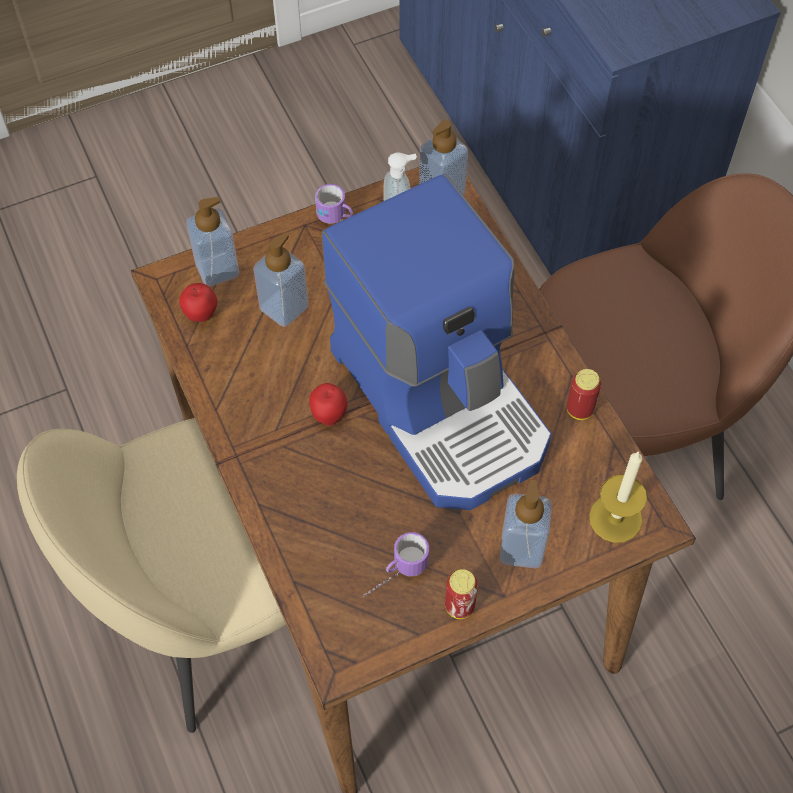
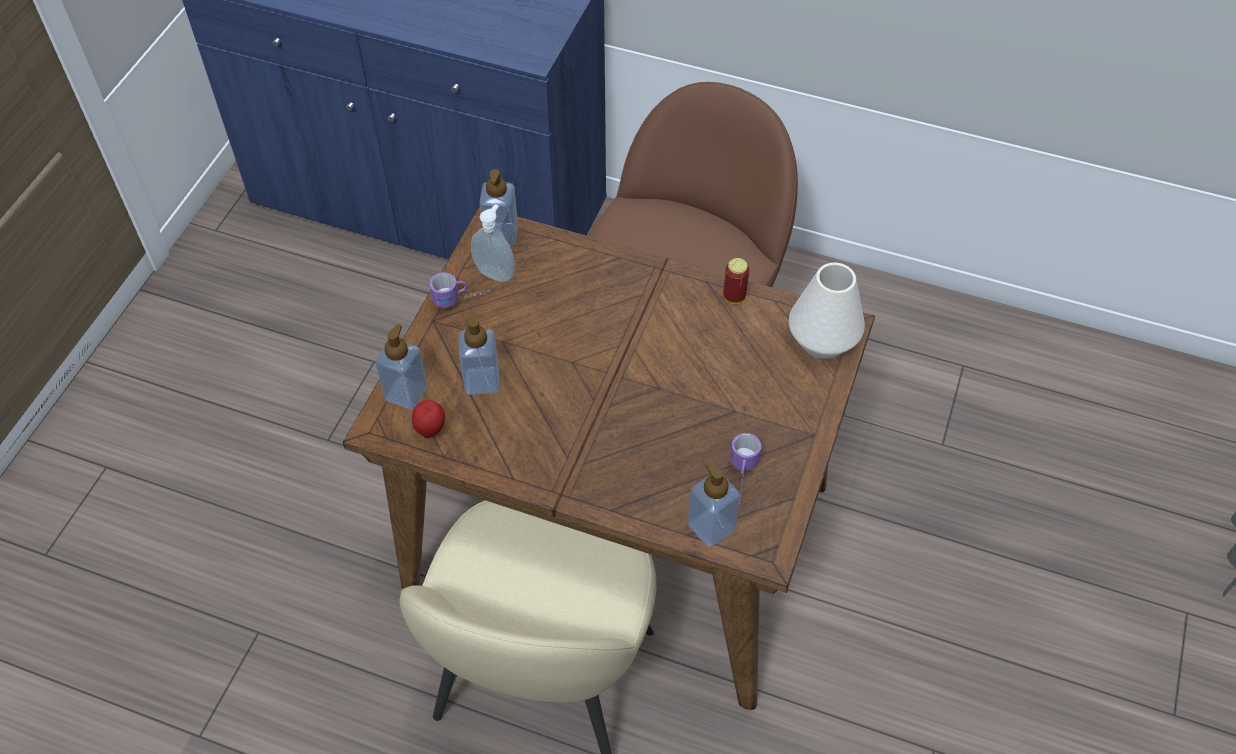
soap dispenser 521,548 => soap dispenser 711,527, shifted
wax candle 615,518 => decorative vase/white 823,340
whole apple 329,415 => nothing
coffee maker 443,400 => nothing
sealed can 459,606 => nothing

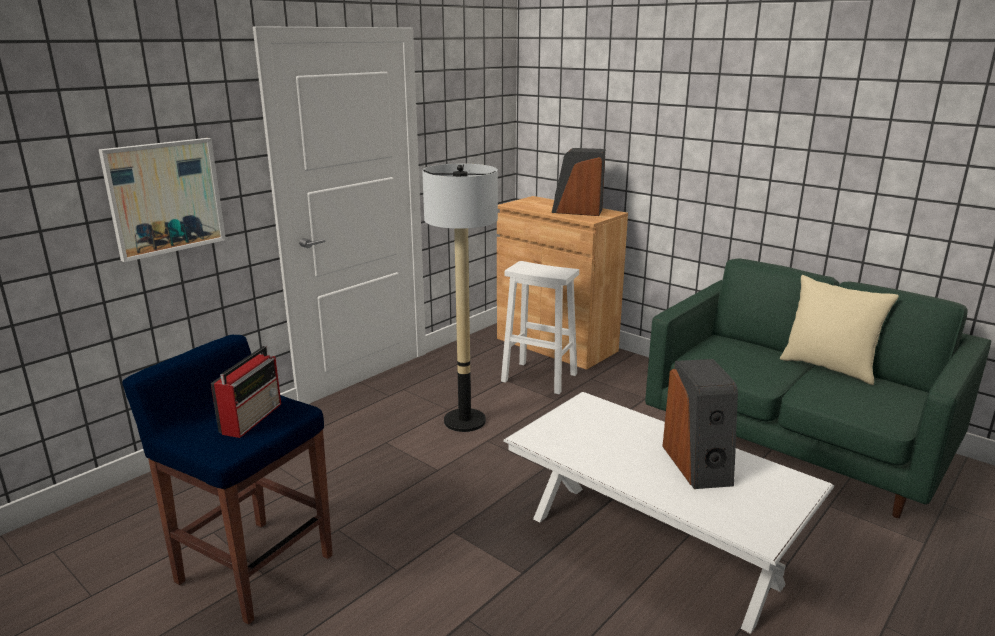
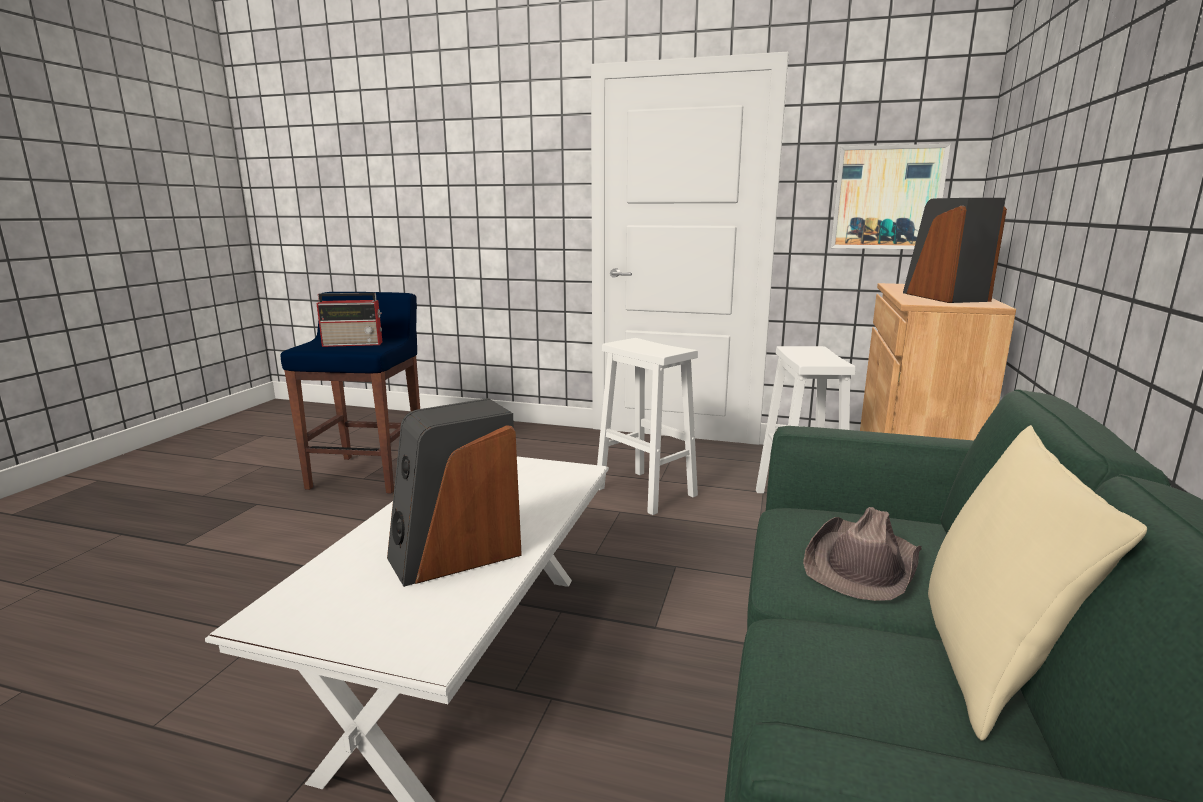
standing lamp 465,421 => sitting stool/white 647,492
nothing => hat/brown-coloured 863,564
wall art 165,197 => wall art 887,198, shifted

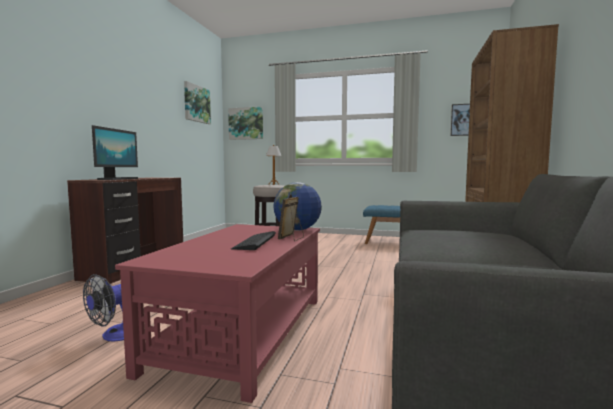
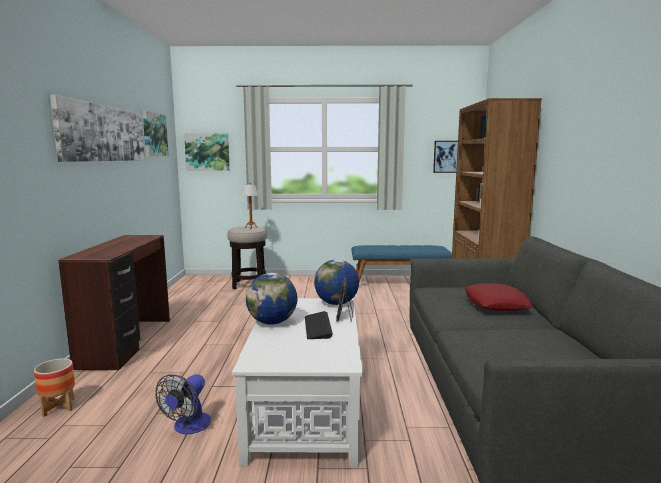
nothing => flower pot 58,407
nothing => wall art 104,133
lounge table/reddish 242,332 => lounge table/white 305,406
nothing => world globe 272,322
nothing => pillow/reddish 496,304
computer screen 117,179 => nothing

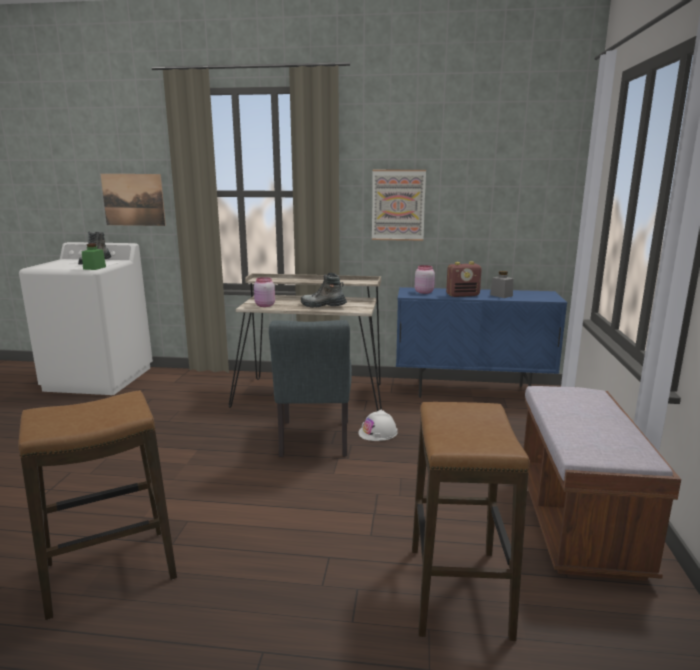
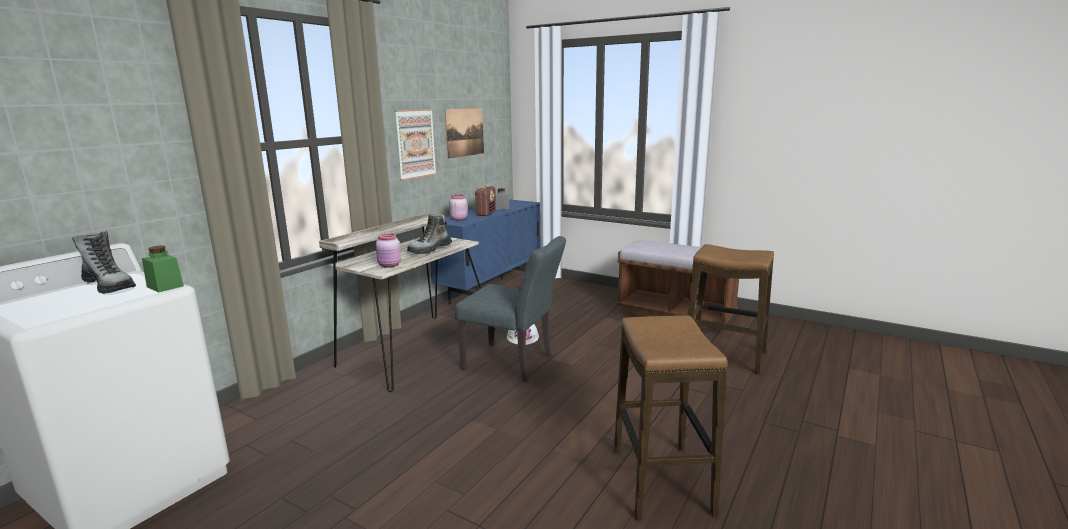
wall art 133,199 => wall art 464,132, shifted

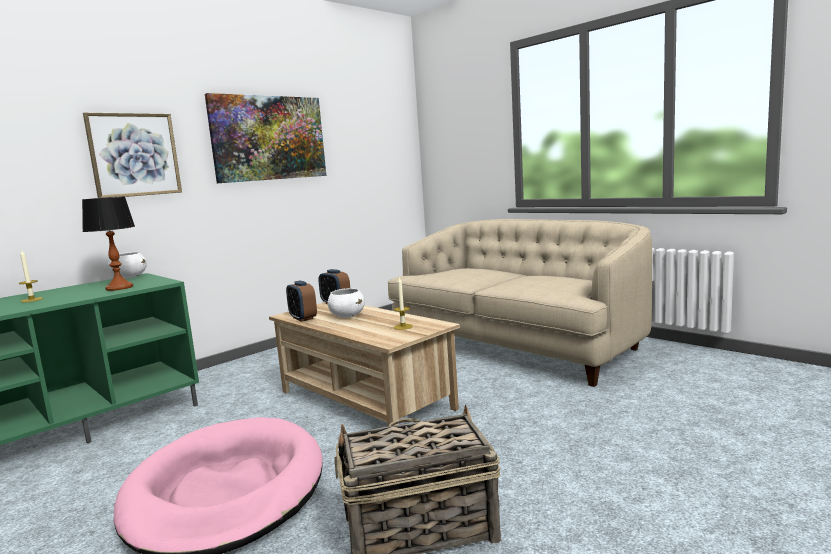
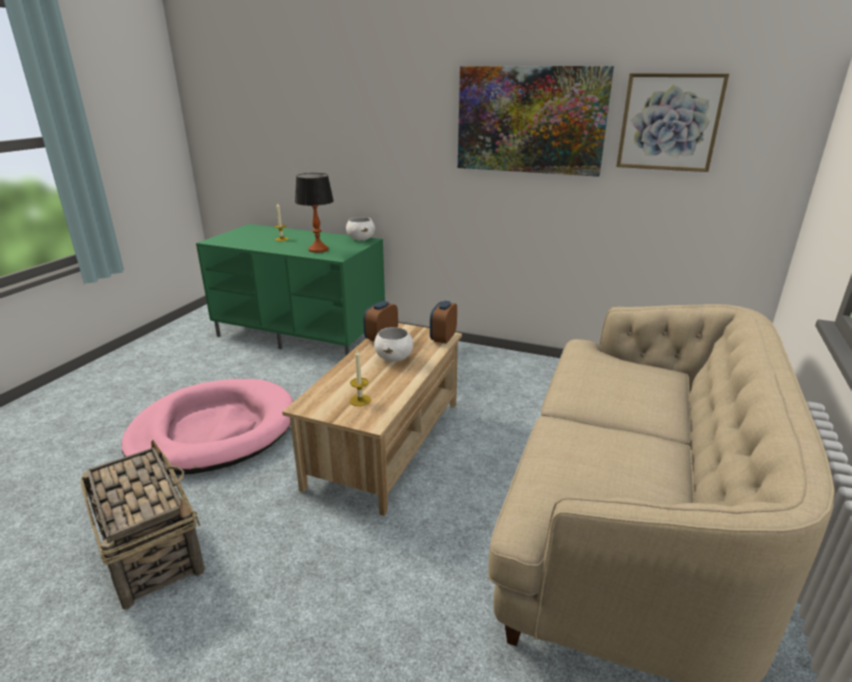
wall art 134,155 => wall art 669,122, shifted

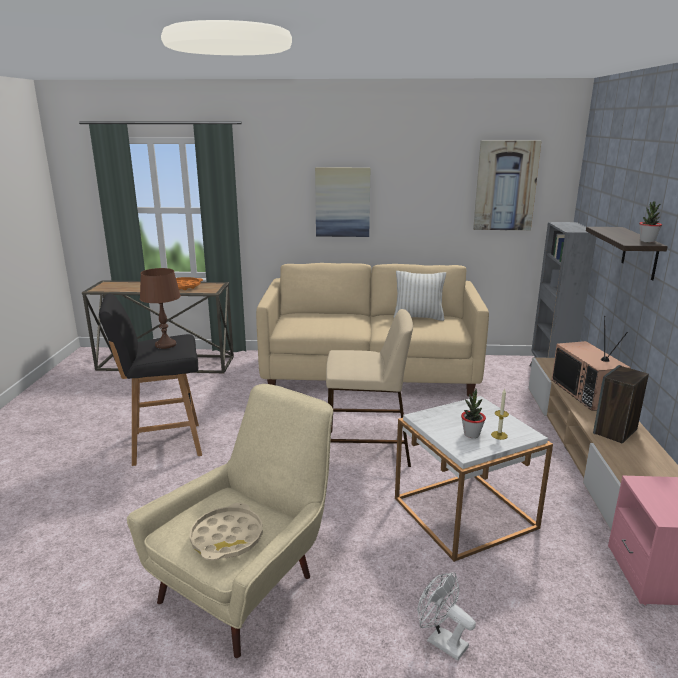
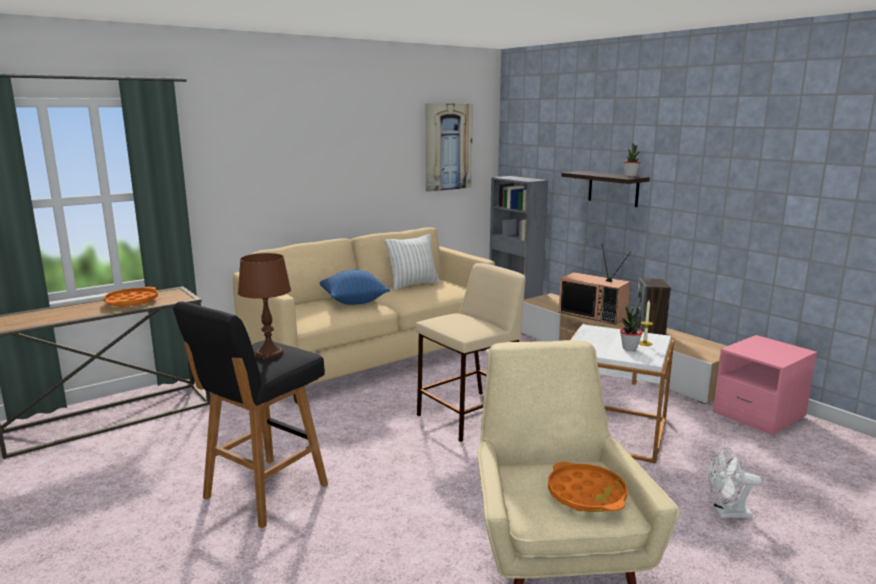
nothing => pillow/bluish 354,301
carrying tray/sand-coloured 227,538 => carrying tray/orange 586,494
wall art 342,202 => nothing

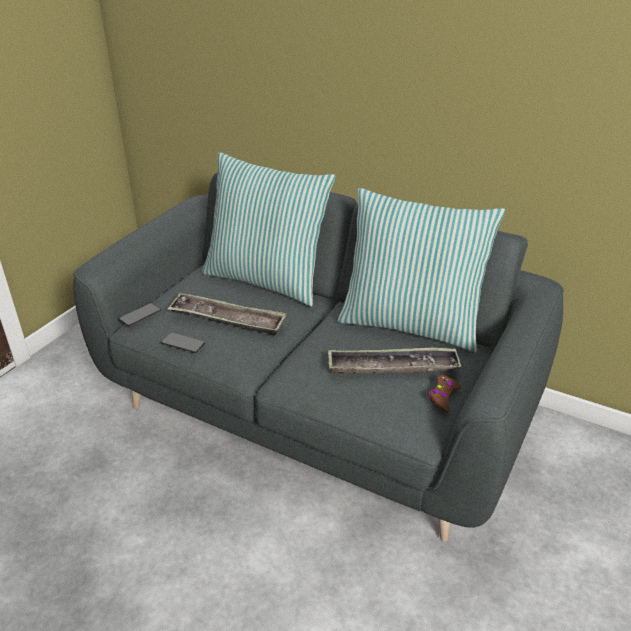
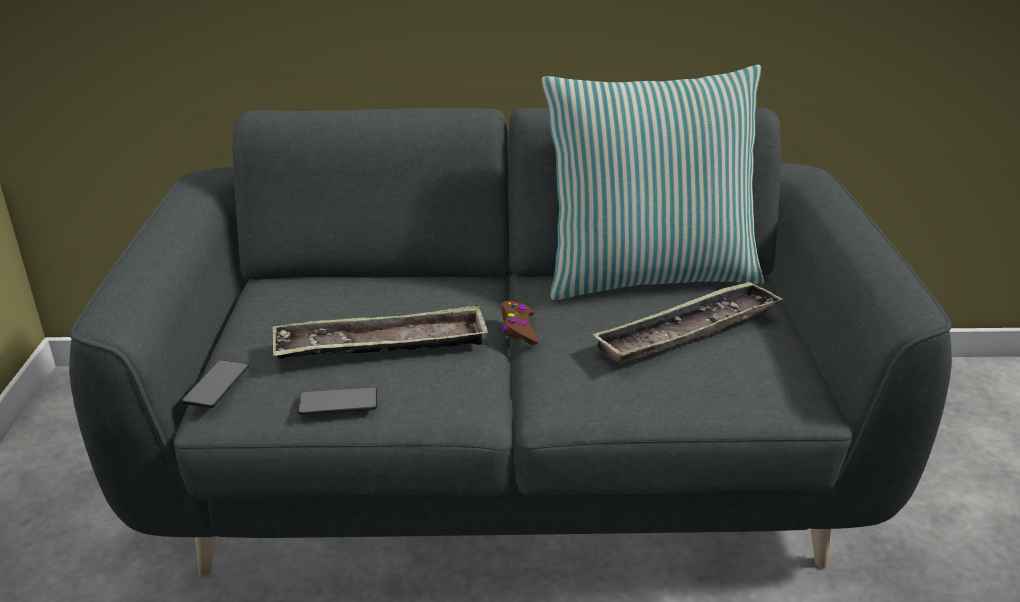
gamepad/brown-coloured 443,397 => gamepad/brown-coloured 519,329, shifted
pillow 267,279 => nothing

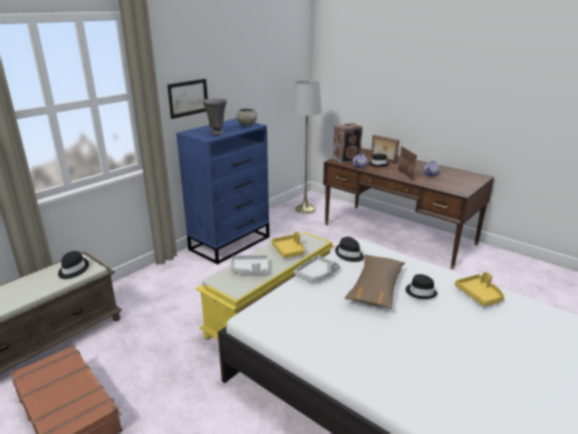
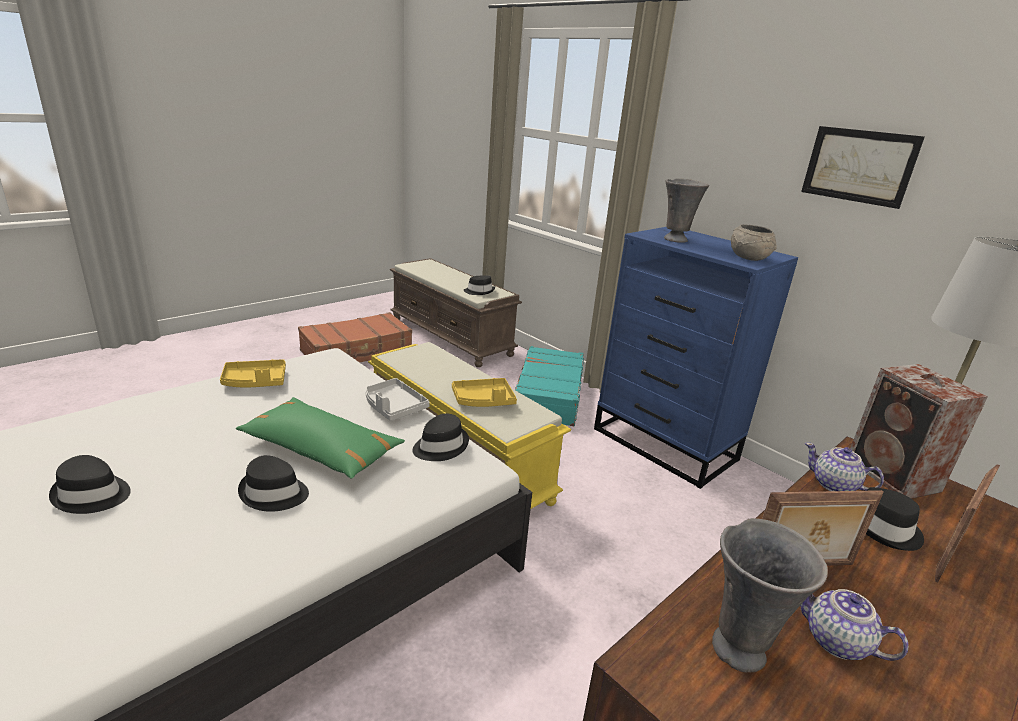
nothing => hat/black 92,495
carrying tray/yellowish 479,295 => carrying tray/yellowish 255,382, shifted
pillow/brown-coloured 376,288 => pillow/green 321,449
nothing => travel case/turquoise-coloured 547,396
nothing => decorative vase/grey 740,647
wall art 188,98 => wall art 858,166, shifted
carrying tray/grey 250,269 => nothing

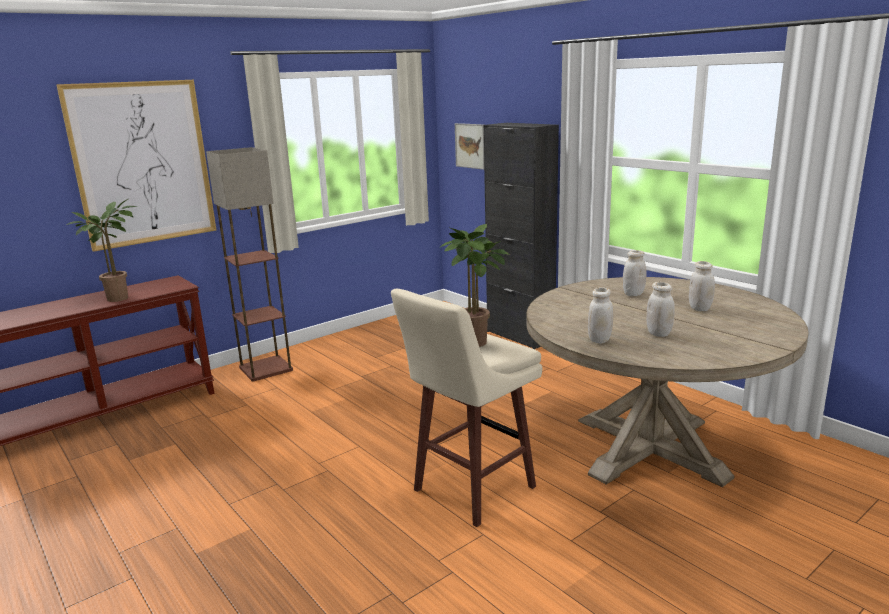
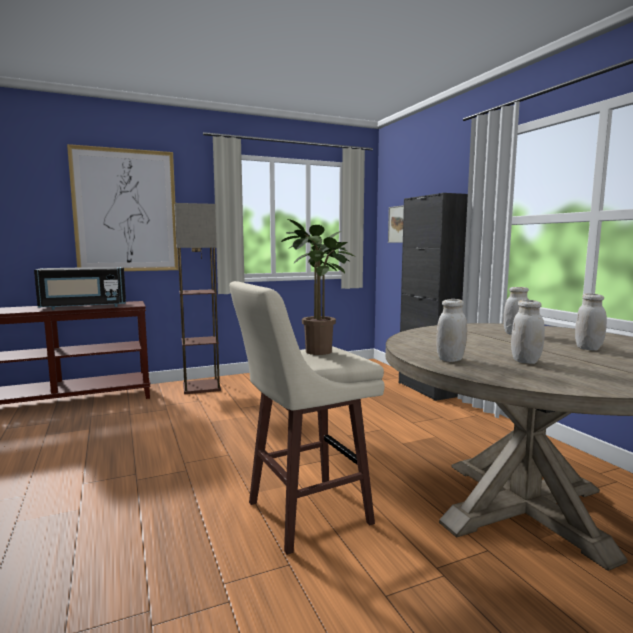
houseplant 119,297 => microwave oven/black 84,307

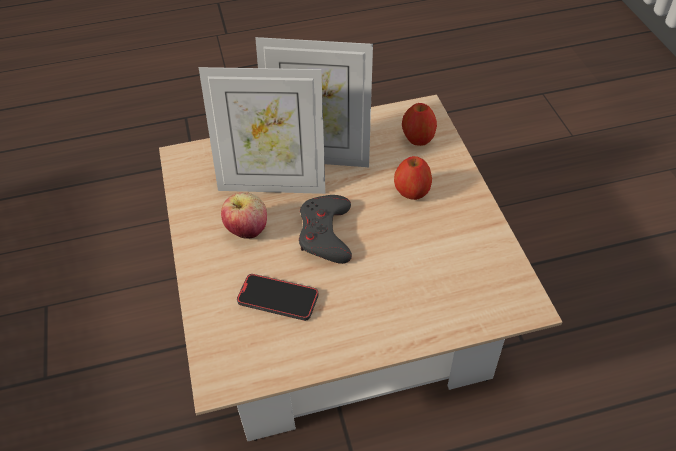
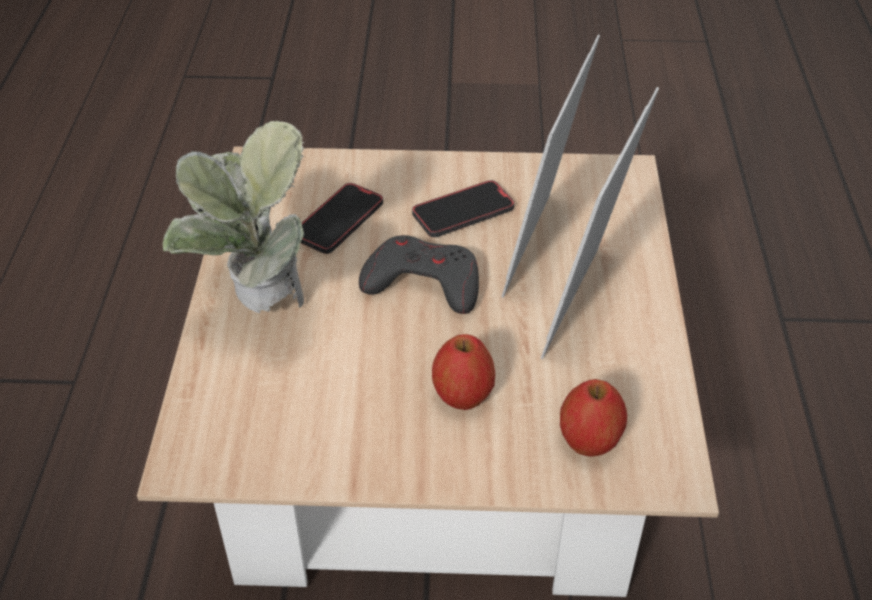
nothing => houseplant 257,311
whole apple 247,230 => phone 463,212

